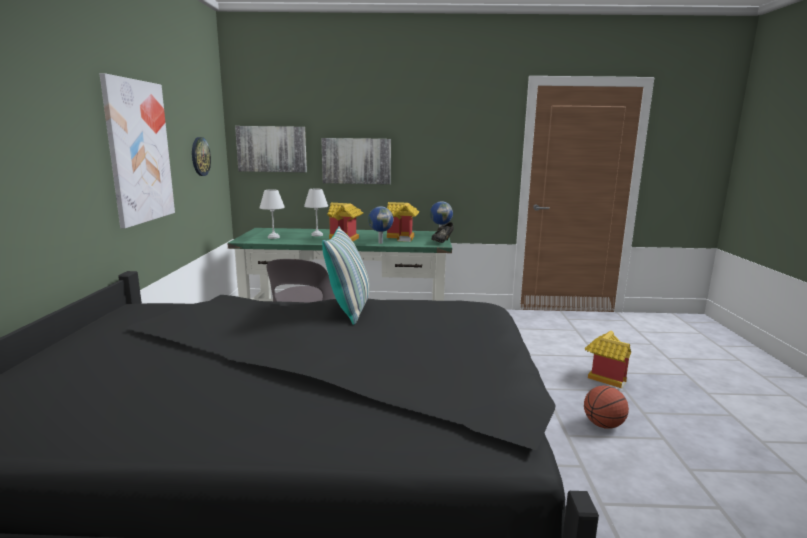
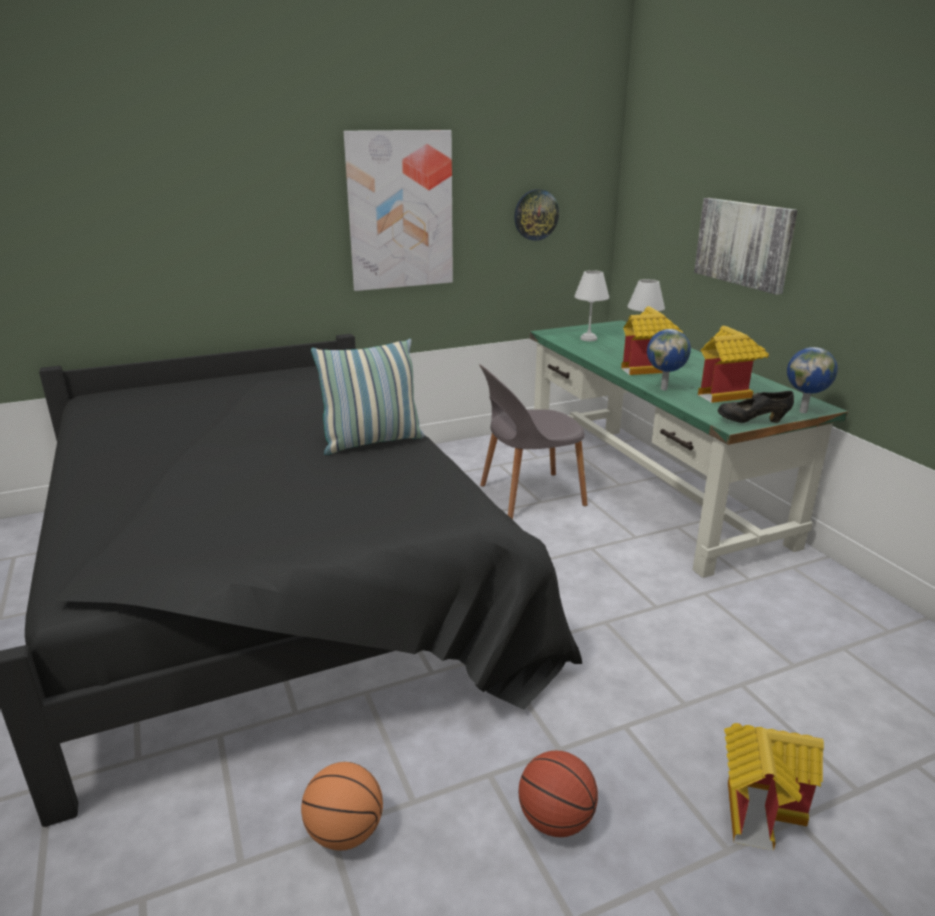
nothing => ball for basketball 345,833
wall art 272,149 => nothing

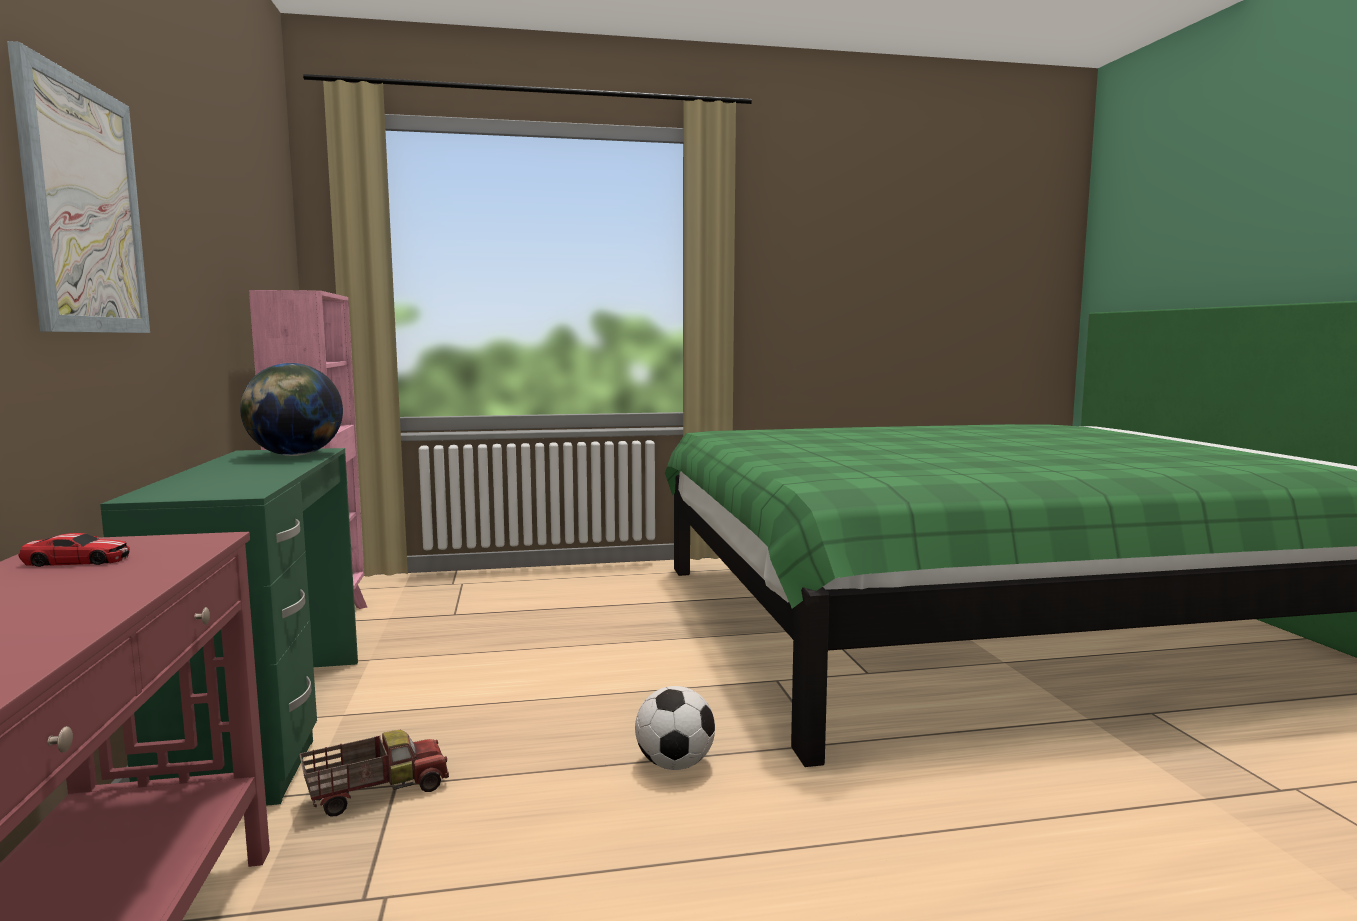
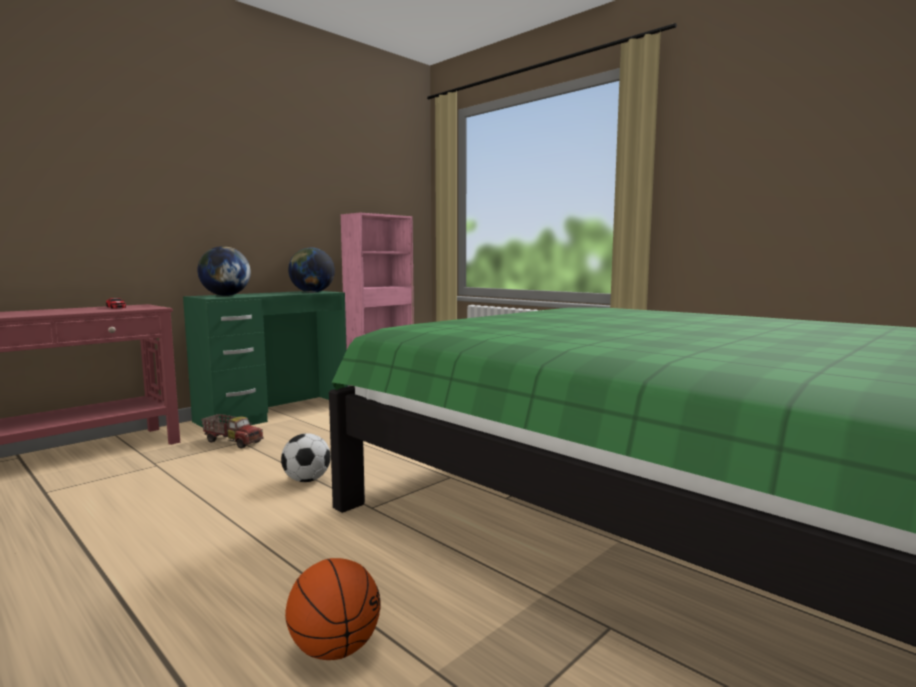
nothing => world globe 225,295
nothing => ball for basketball 334,648
wall art 83,207 => nothing

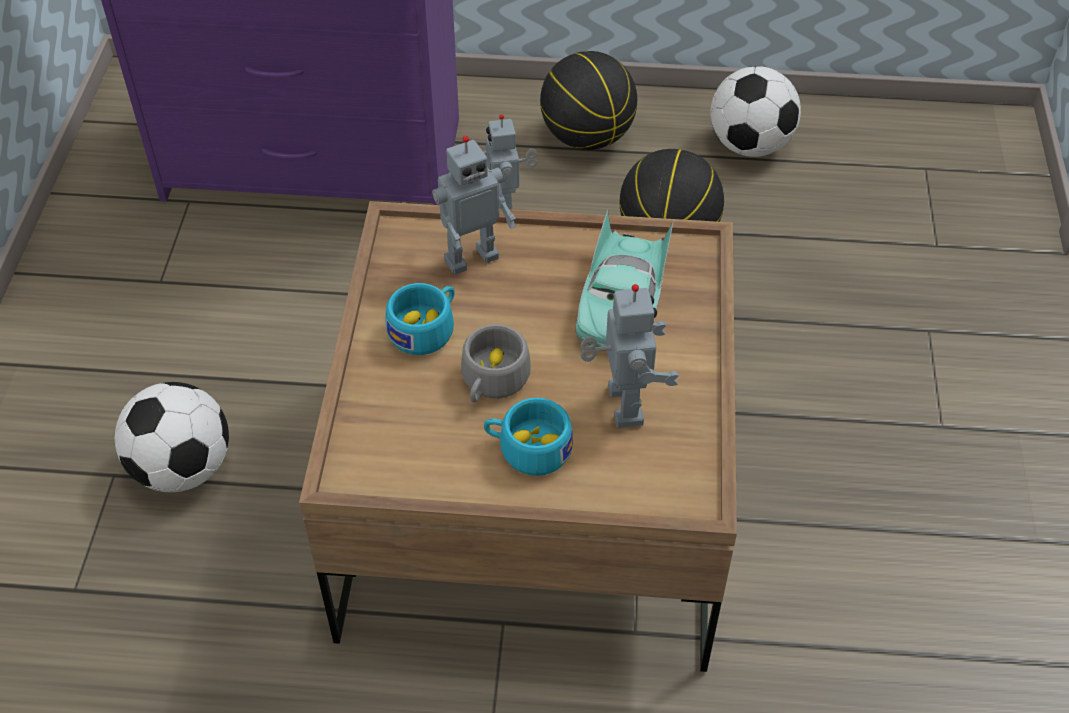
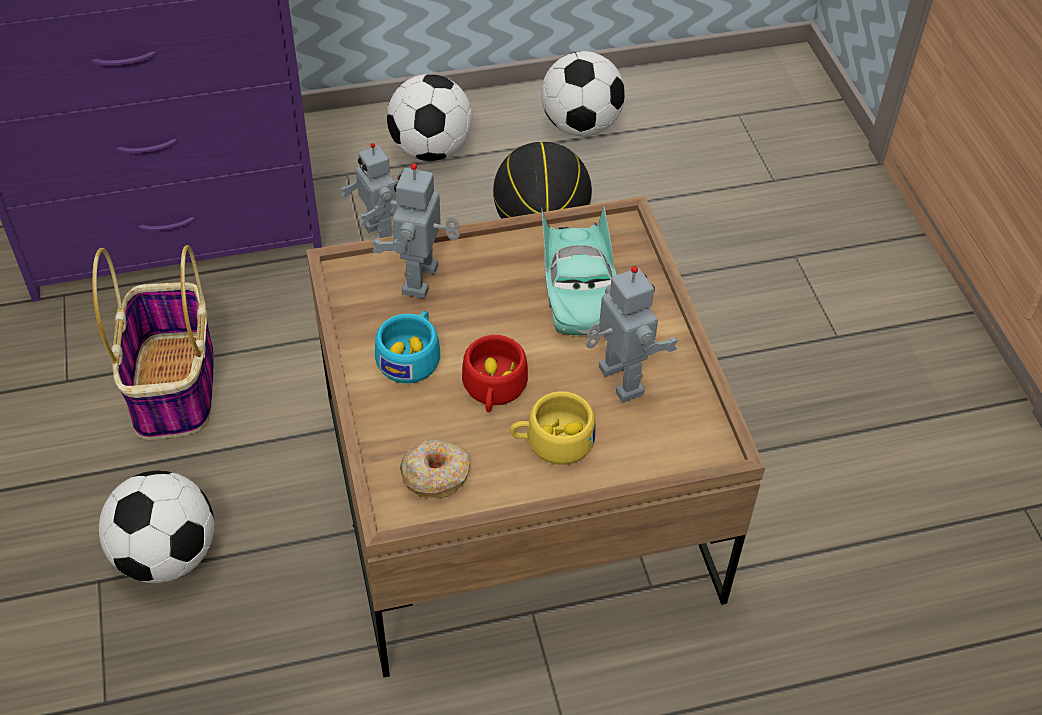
nothing => basket 174,387
model robot 470,257 => model robot 423,281, 150 degrees clockwise
ball for basketball 586,138 => ball for football 430,150
nothing => donut 435,475
small cup/grey 492,382 => small cup/reddish 493,390
small cup/turquoise-coloured 527,448 => small cup/yellowish 552,441

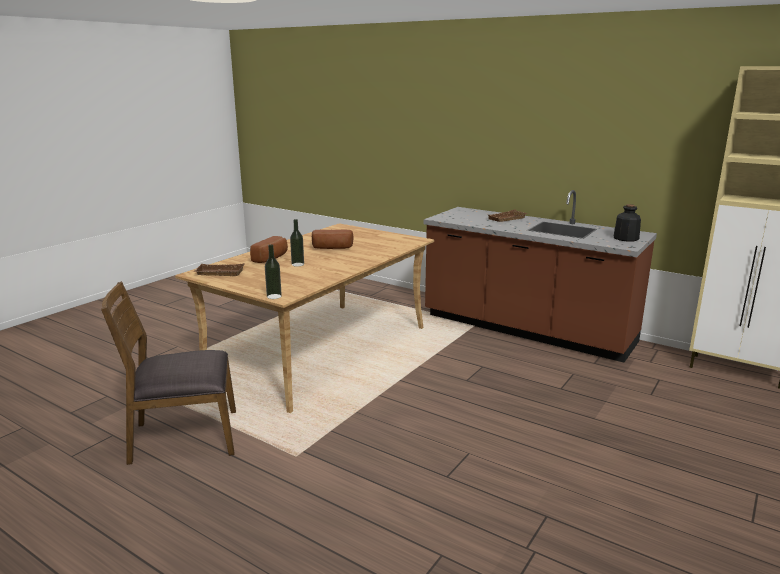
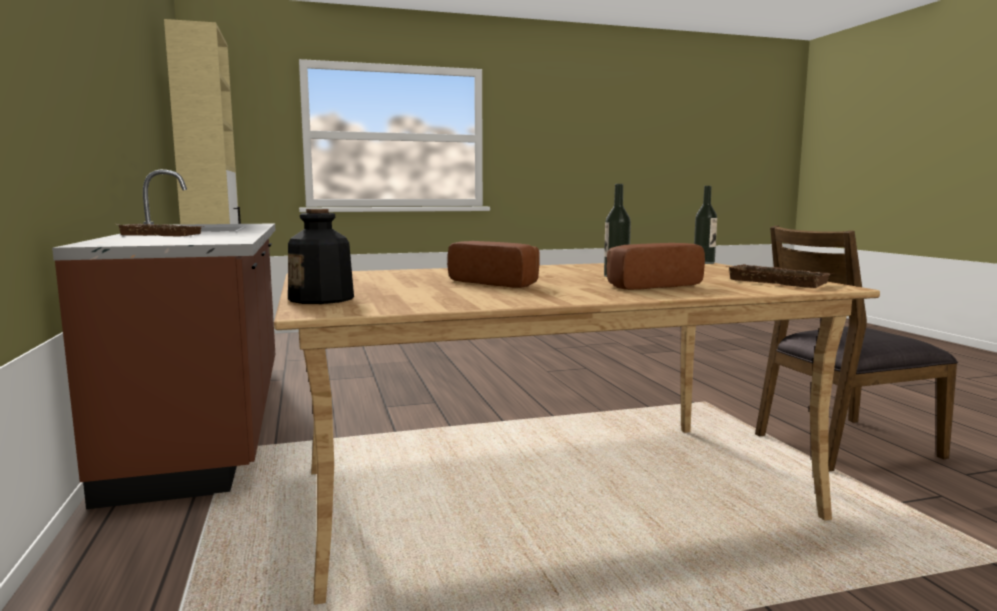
bottle 625,238 => bottle 322,299, shifted
chair/brown-coloured 184,437 => chair/brown-coloured 843,445, 135 degrees clockwise

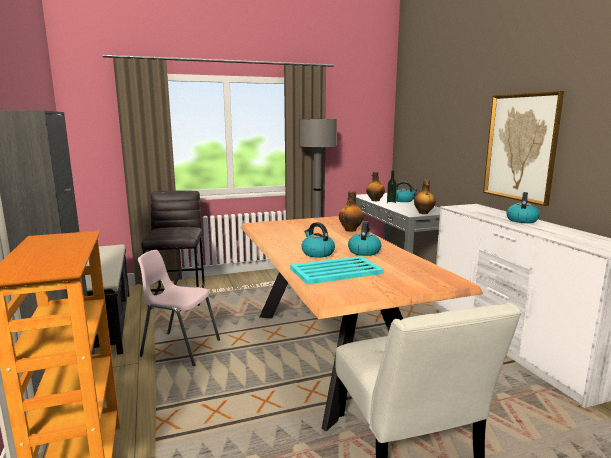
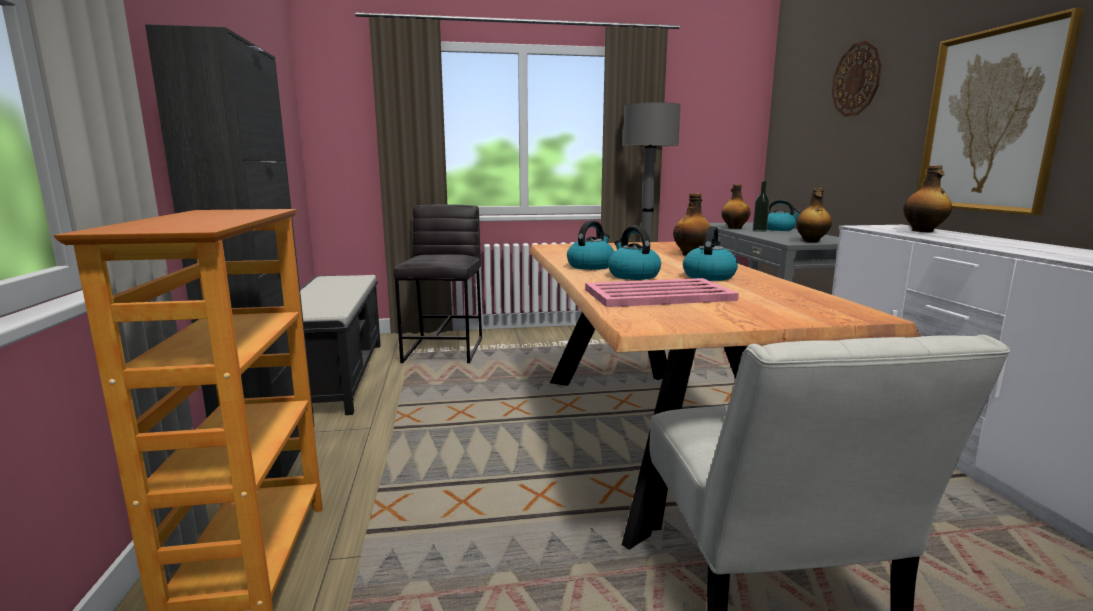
kettle 521,220 => kettle 591,266, shifted
carrying tray/turquoise-coloured 337,271 => carrying tray/pink-coloured 659,295
nothing => clock on the wall 856,79
nothing => bottle 923,231
chair/pink-coloured 180,348 => nothing

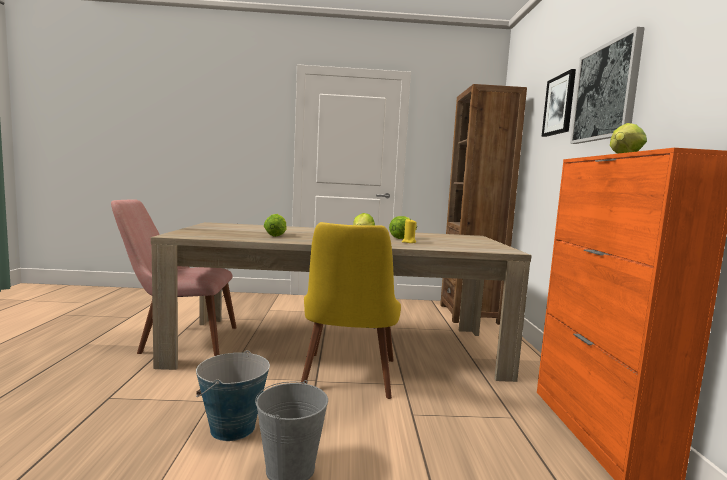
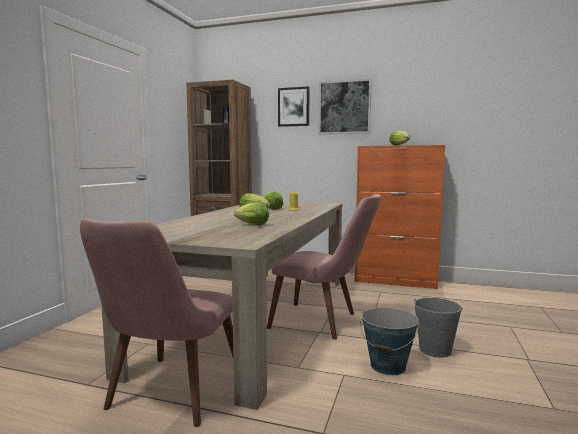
chair/yellowish 348,381 => chair/pink-coloured 324,322

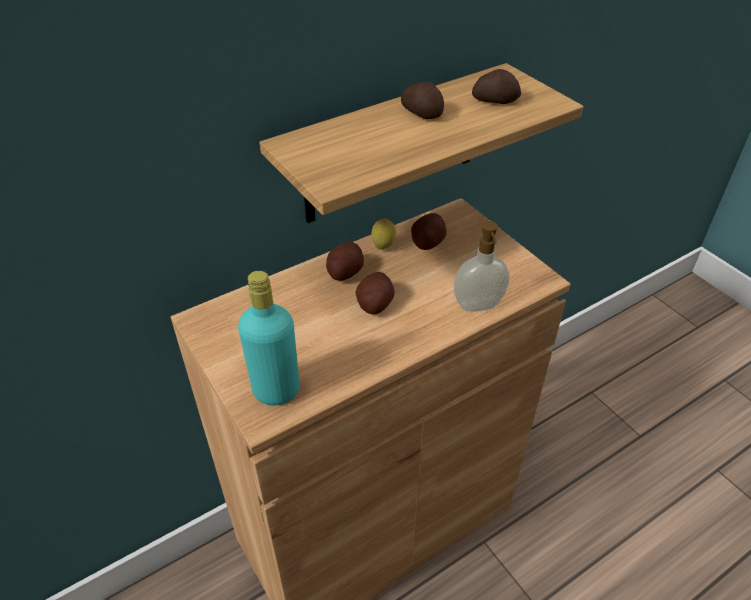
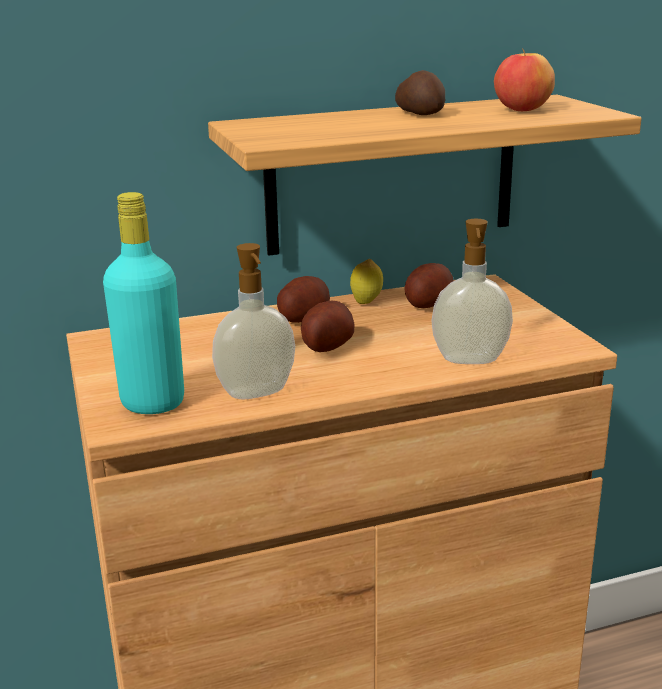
nothing => soap dispenser 257,393
spud 495,100 => whole apple 522,110

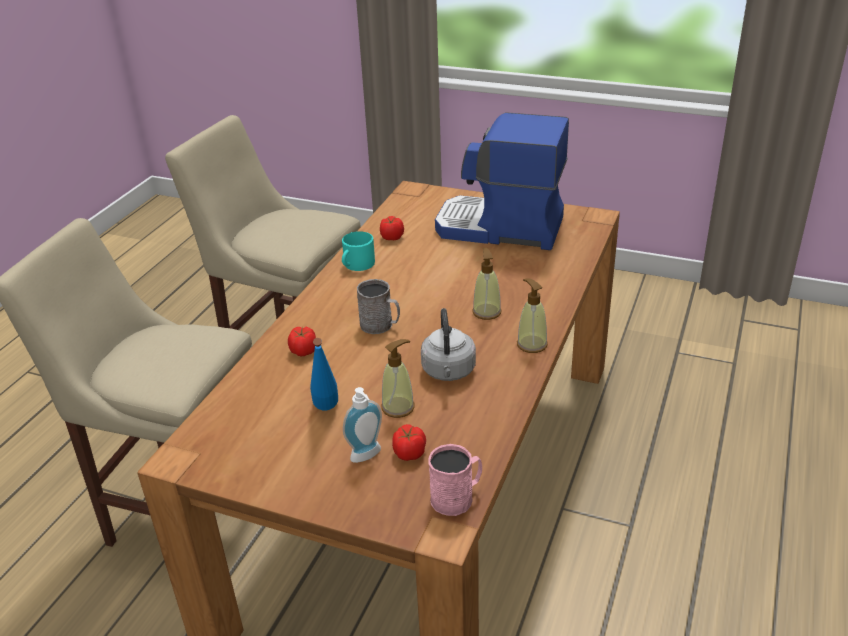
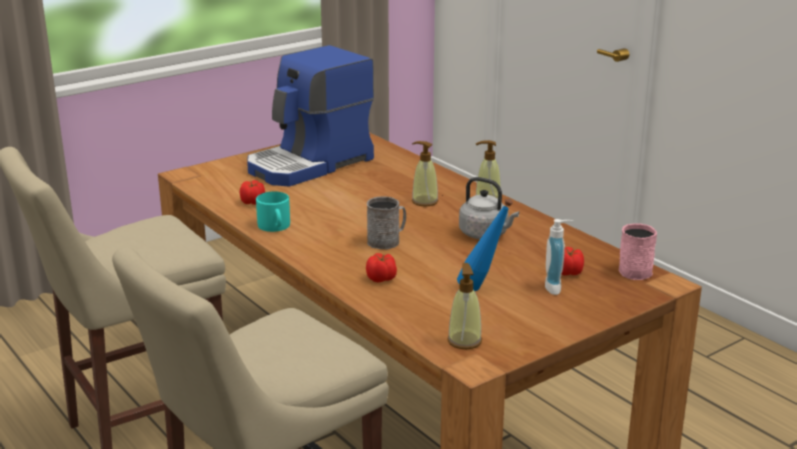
soap dispenser 398,407 => soap dispenser 464,341, shifted

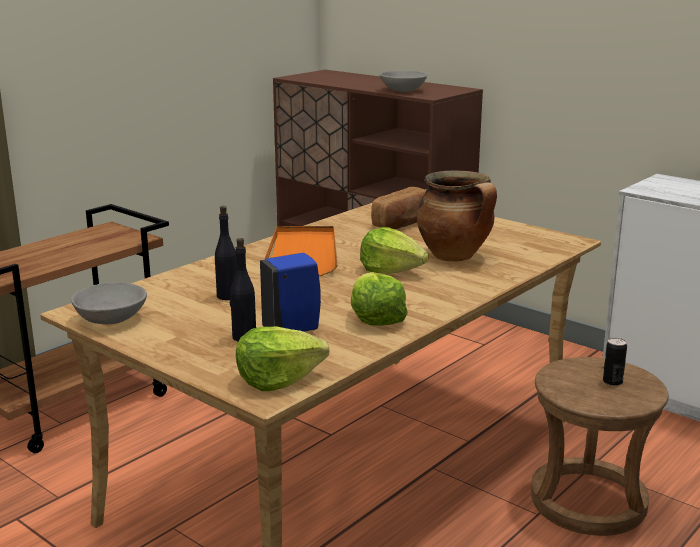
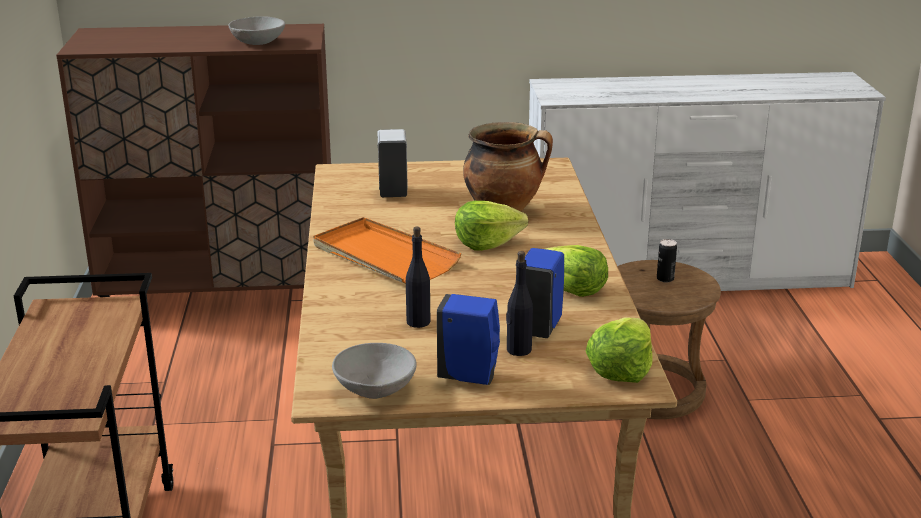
bakery bread 405,222 => soap dispenser/white 393,192
nothing => soap dispenser/bluish 470,377

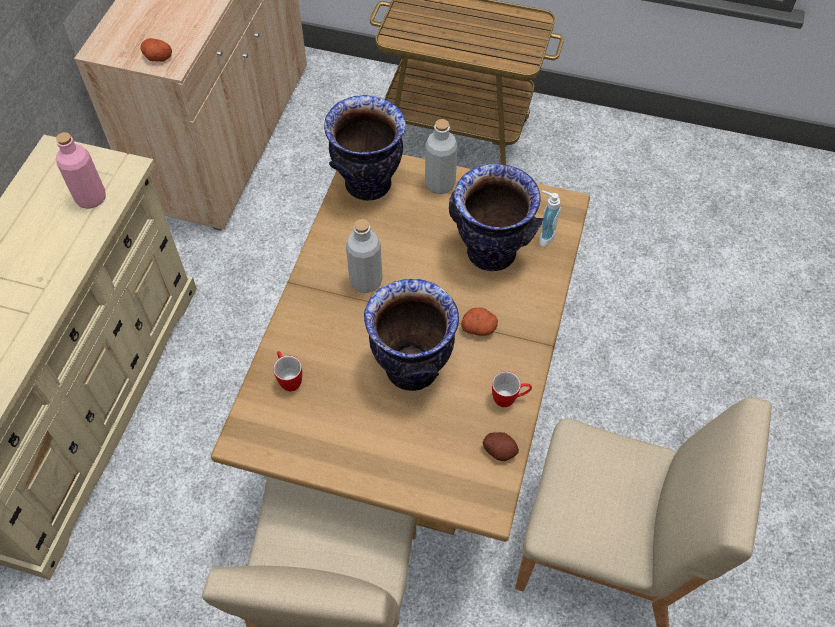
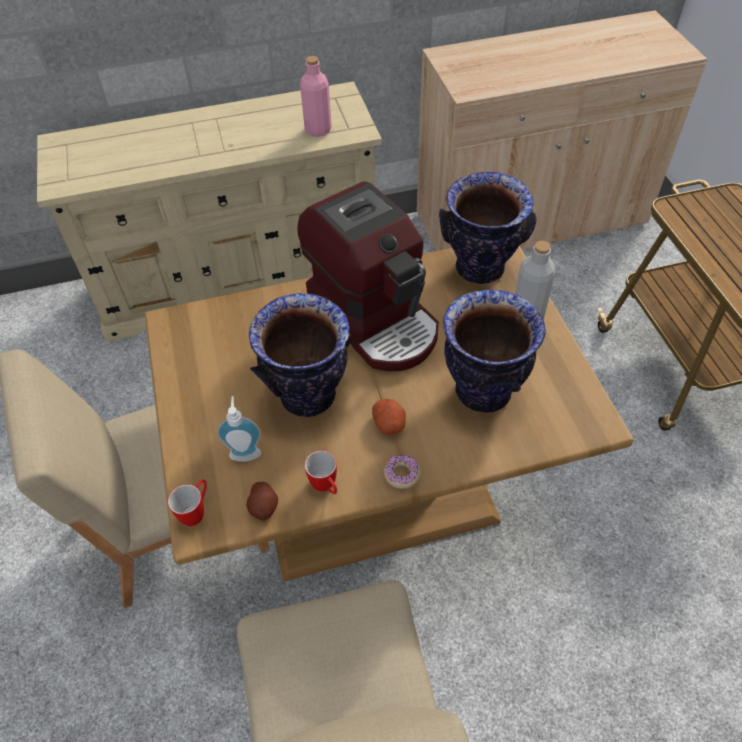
tea mug 288,379 => tea mug 196,511, shifted
soap dispenser 543,236 => soap dispenser 245,451, shifted
bottle/grey 366,281 => coffee maker 376,319
nothing => donut 402,474
spud 157,57 => nothing

